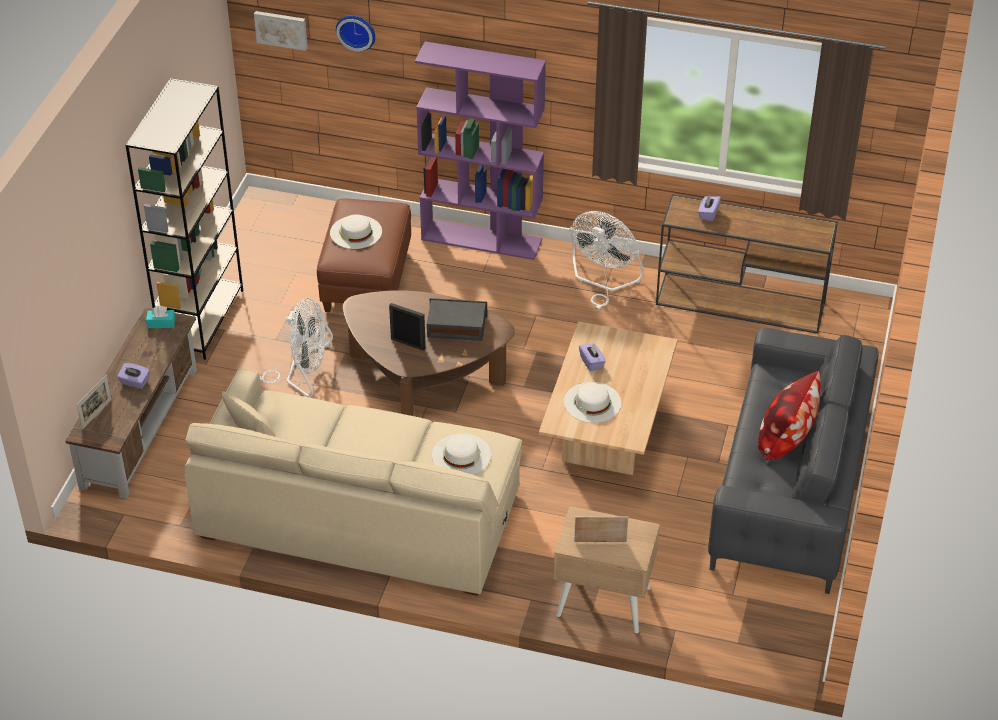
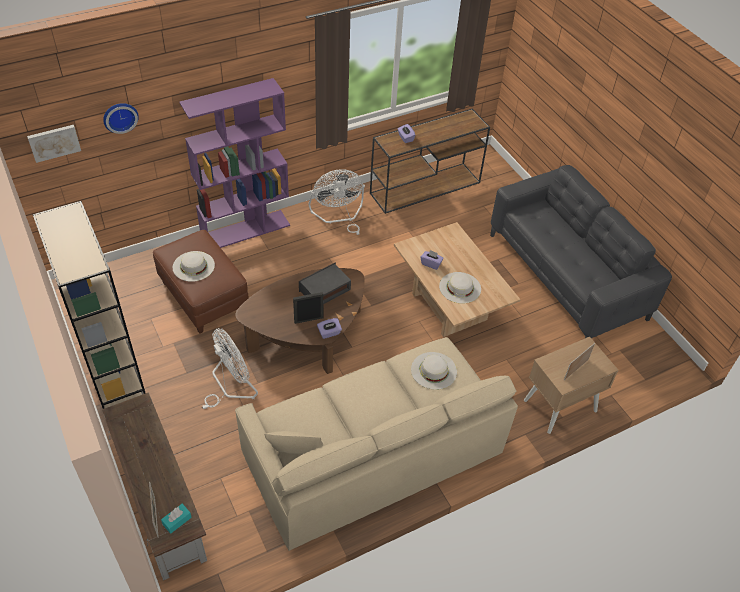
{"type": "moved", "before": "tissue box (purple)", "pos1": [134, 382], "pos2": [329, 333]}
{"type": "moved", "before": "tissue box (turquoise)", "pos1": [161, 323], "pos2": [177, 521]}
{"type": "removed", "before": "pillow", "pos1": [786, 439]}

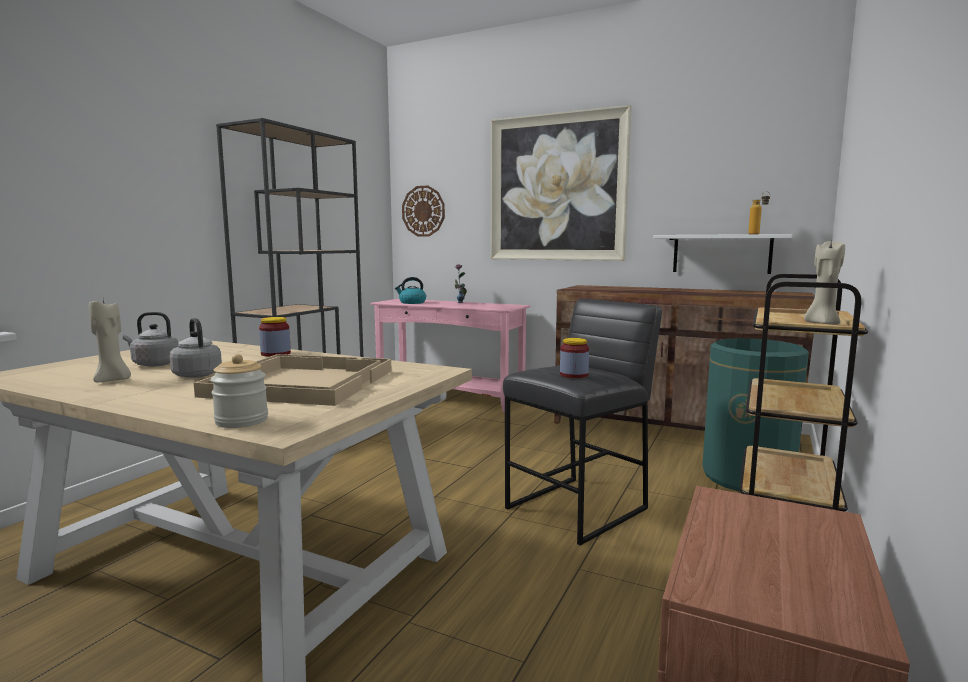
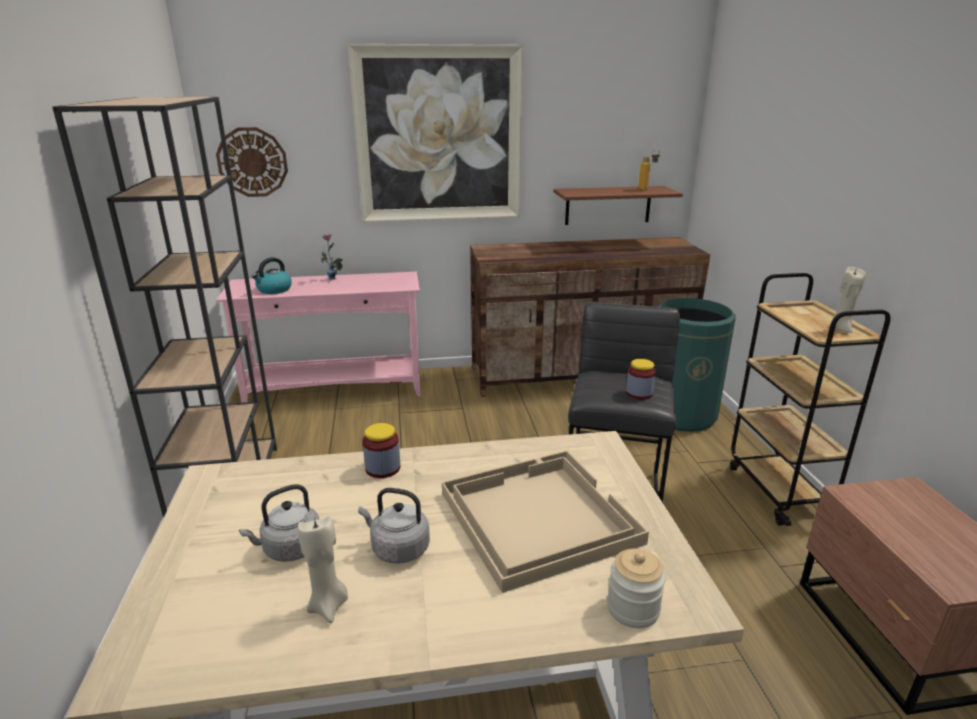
{"type": "recoloured", "before": "shelf (white)", "after": "shelf (brown)", "pos1": [721, 254], "pos2": [608, 205]}

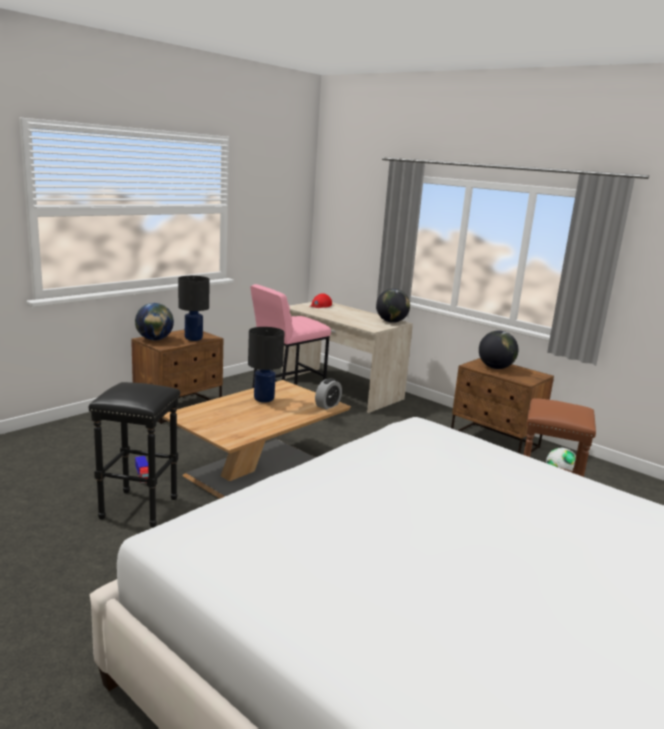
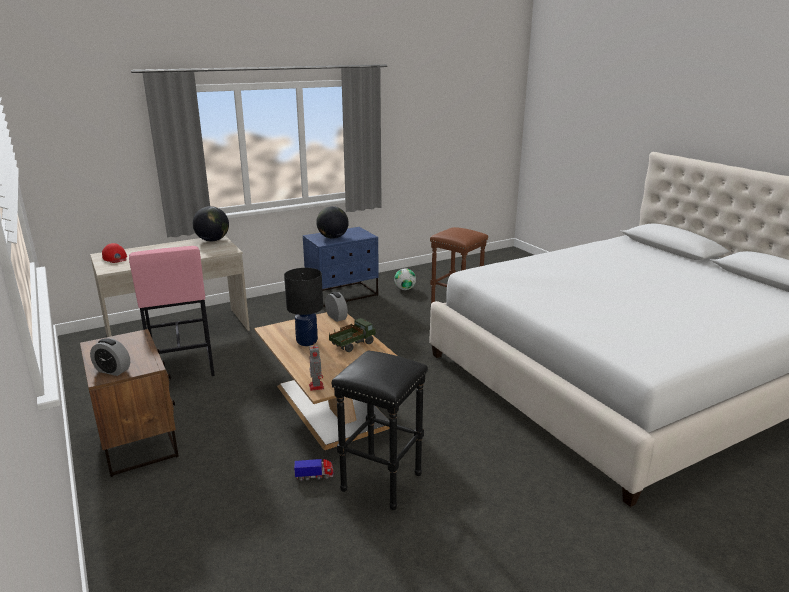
{"type": "replaced", "before": "globe", "after": "alarm clock", "pos1": [154, 339], "pos2": [112, 370]}
{"type": "removed", "before": "table lamp (black)", "pos1": [193, 339]}
{"type": "recoloured", "before": "nightstand (brown)", "after": "nightstand (blue)", "pos1": [494, 442], "pos2": [343, 295]}
{"type": "added", "after": "toy robot", "pos2": [316, 386]}
{"type": "added", "after": "toy truck", "pos2": [352, 345]}

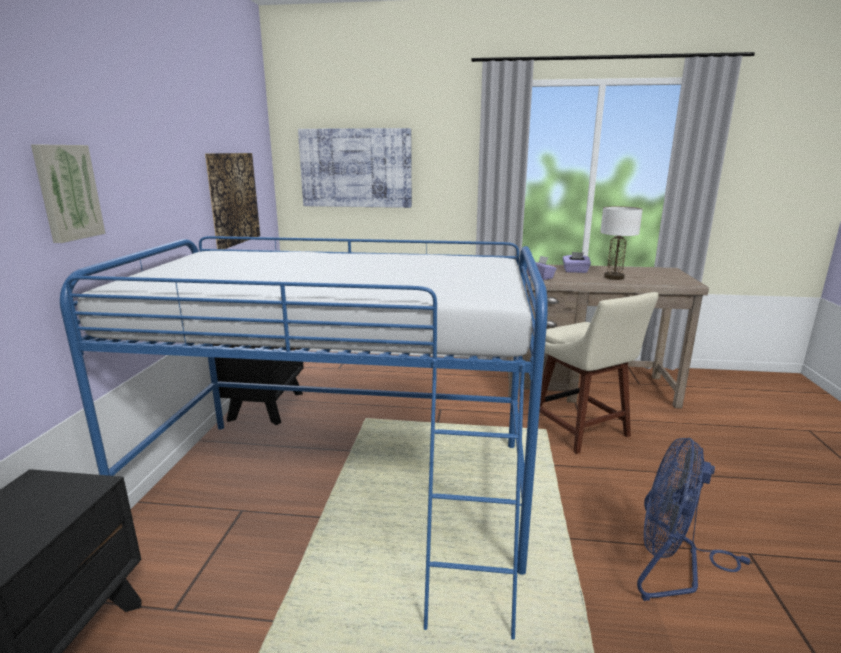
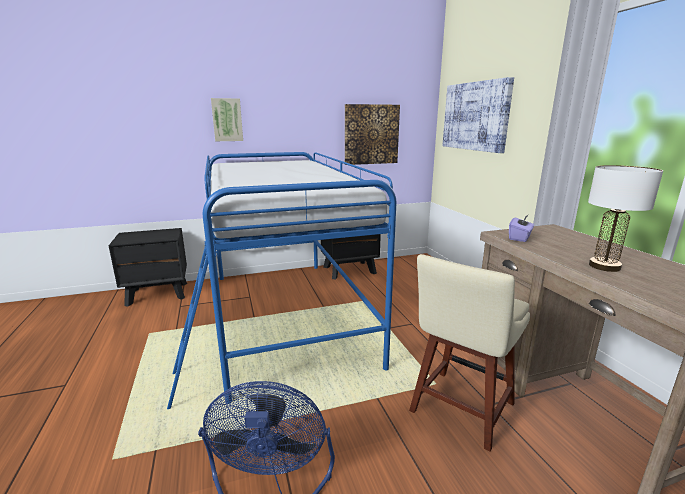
{"type": "removed", "before": "tissue box (purple)", "pos1": [575, 271]}

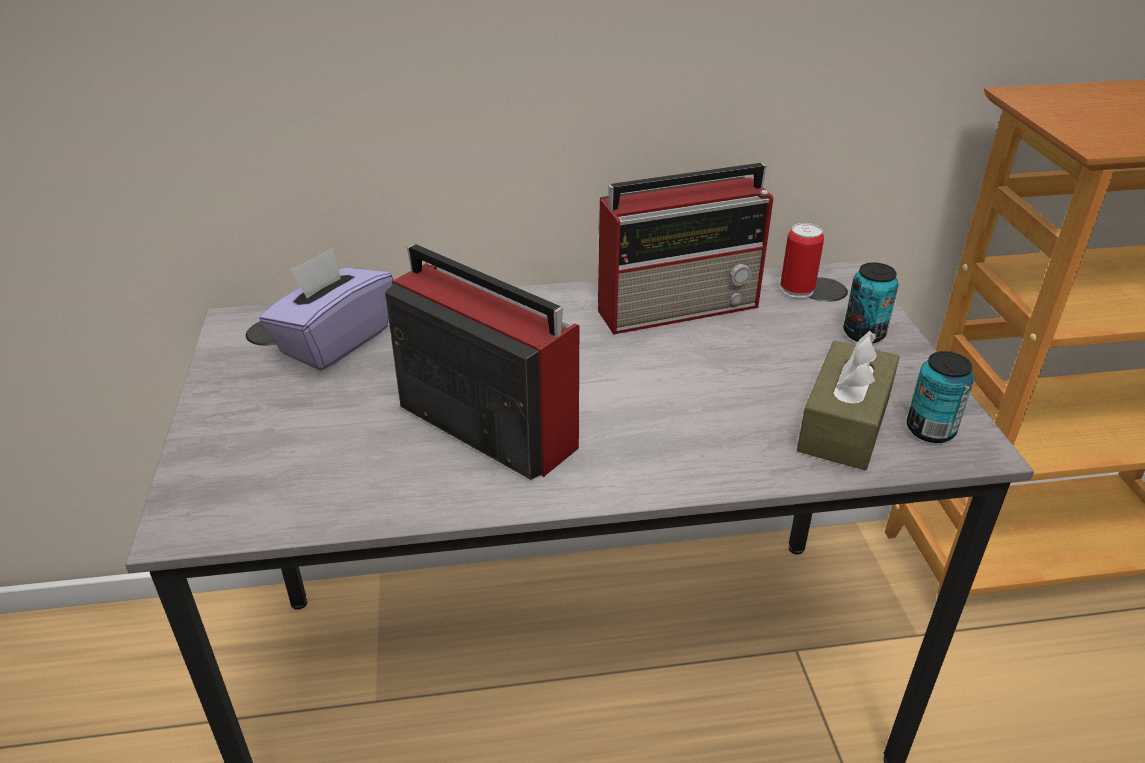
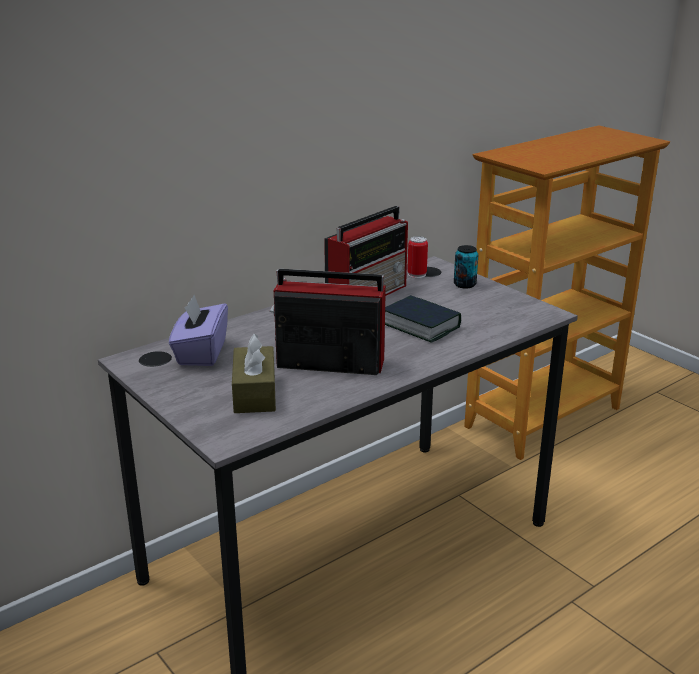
{"type": "moved", "before": "tissue box (brown)", "pos1": [844, 424], "pos2": [254, 393]}
{"type": "removed", "before": "can", "pos1": [930, 430]}
{"type": "added", "after": "book", "pos2": [420, 325]}

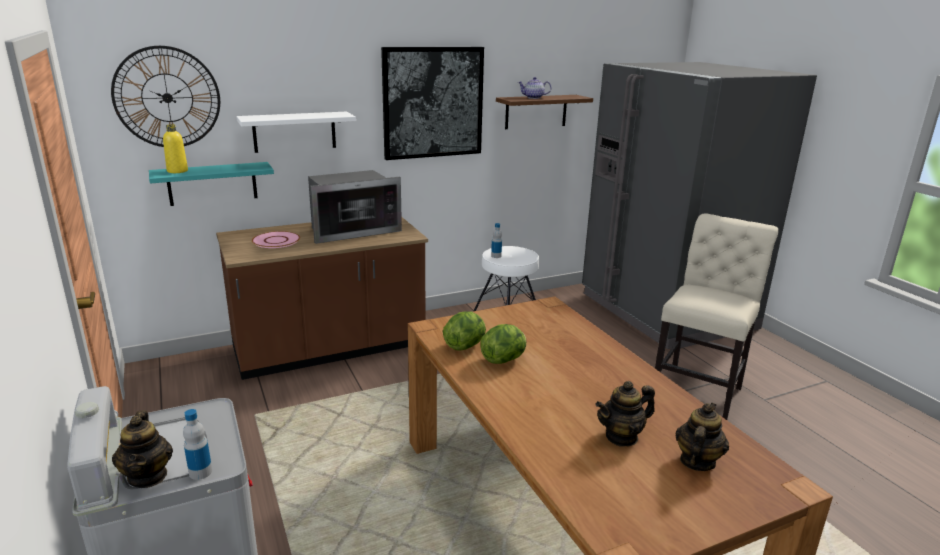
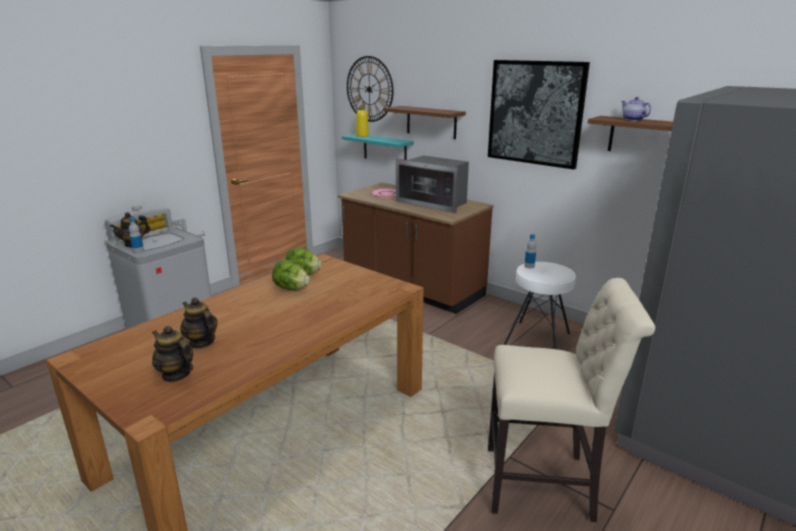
{"type": "recoloured", "before": "shelf (white)", "after": "shelf (brown)", "pos1": [294, 132], "pos2": [431, 122]}
{"type": "turned", "before": "teapot", "pos1": [697, 461], "pos2": [176, 374], "turn": -150}

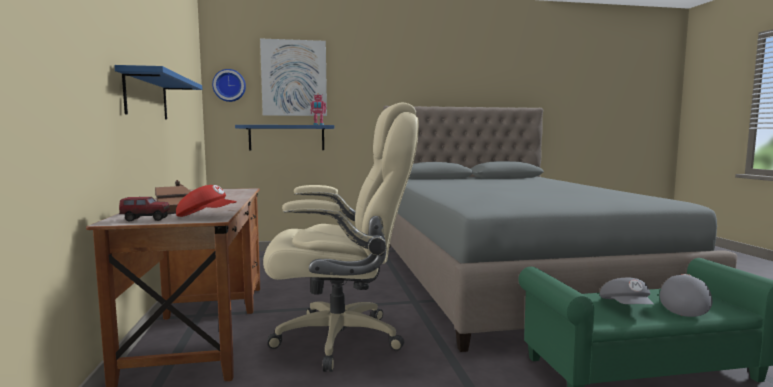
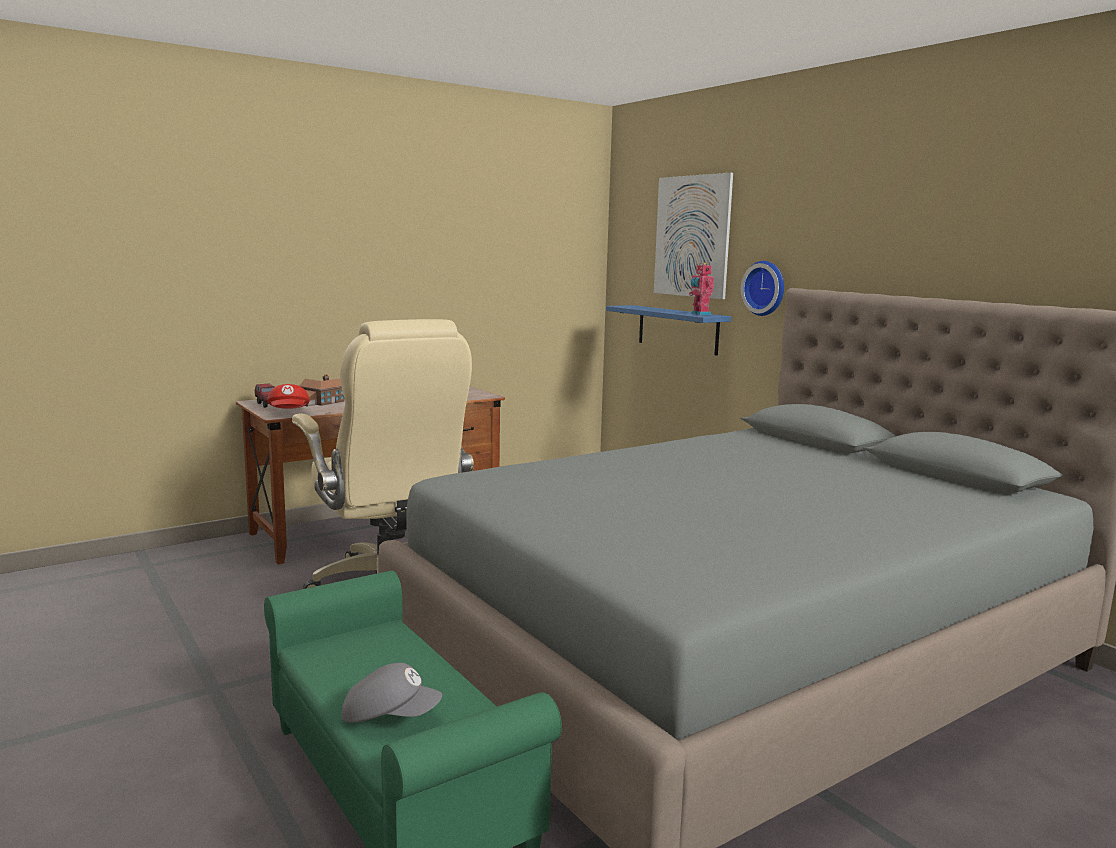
{"type": "removed", "before": "shelf (blue)", "pos1": [146, 96]}
{"type": "moved", "before": "wall clock", "pos1": [229, 85], "pos2": [766, 288]}
{"type": "removed", "before": "cap (grey)", "pos1": [626, 307]}

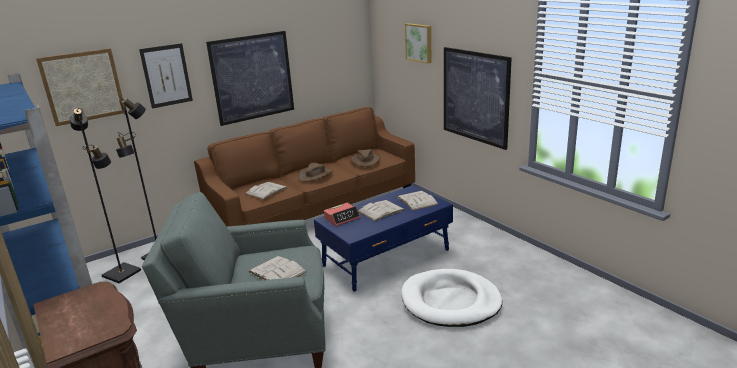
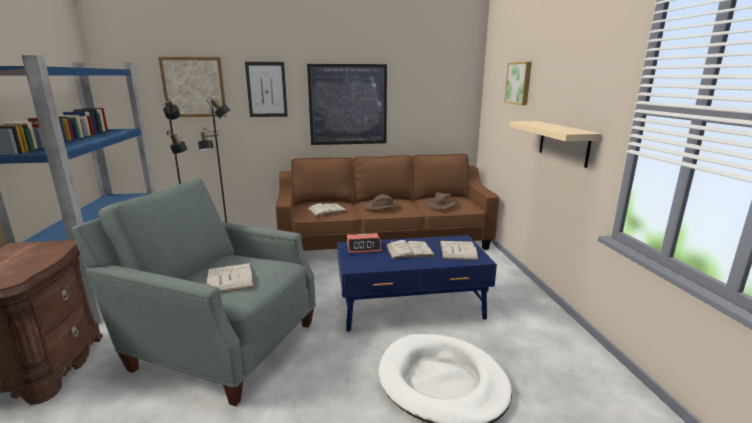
{"type": "replaced", "before": "picture", "after": "shelf (beige)", "pos1": [475, 96], "pos2": [563, 143]}

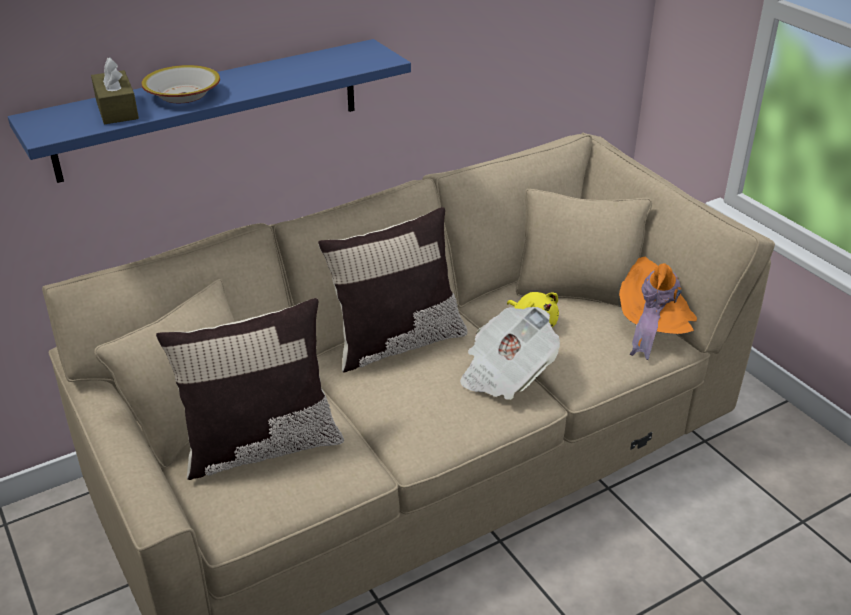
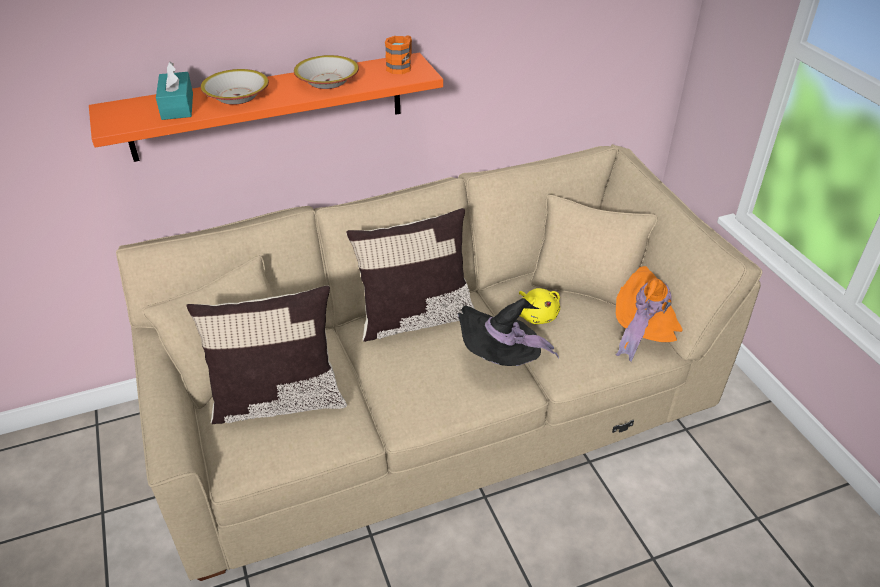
{"type": "recoloured", "before": "shelf (blue)", "after": "shelf (orange)", "pos1": [210, 109], "pos2": [268, 107]}
{"type": "recoloured", "before": "tissue box (brown)", "after": "tissue box (turquoise)", "pos1": [117, 109], "pos2": [177, 106]}
{"type": "replaced", "before": "newspaper", "after": "hat (black)", "pos1": [506, 373], "pos2": [501, 359]}
{"type": "added", "after": "bowl", "pos2": [327, 81]}
{"type": "added", "after": "mug (orange)", "pos2": [401, 66]}

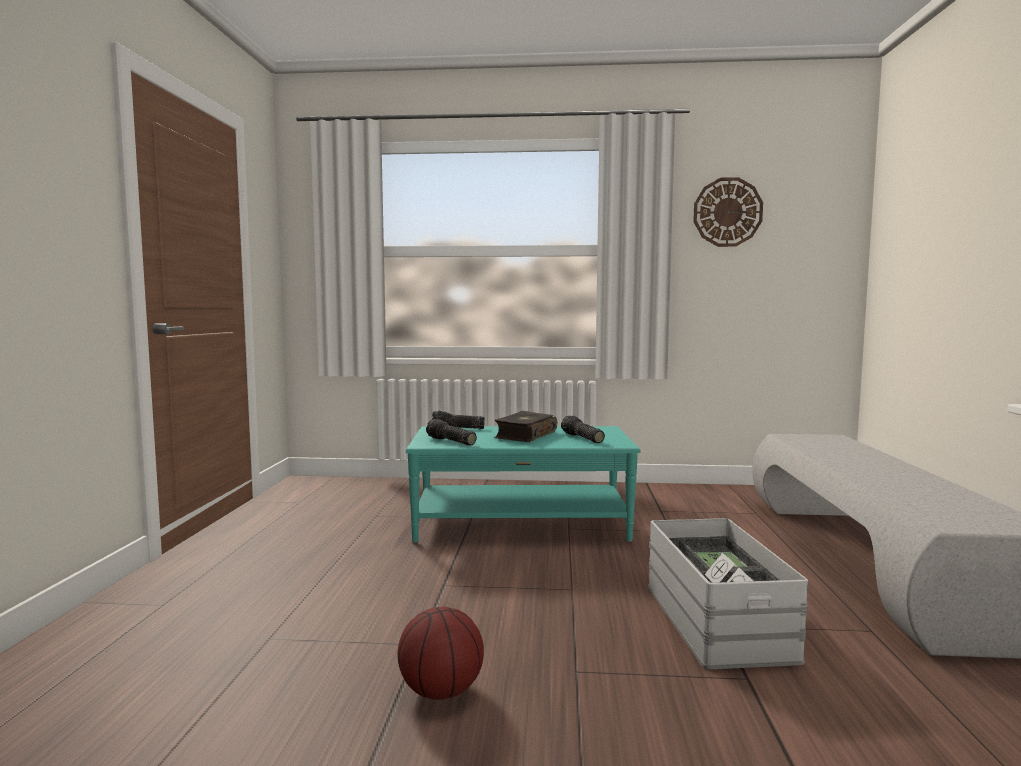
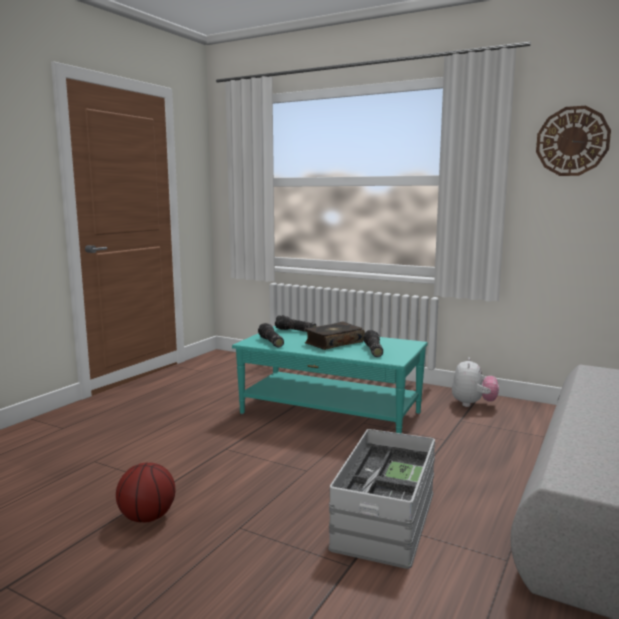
{"type": "added", "after": "plush toy", "pos2": [473, 404]}

